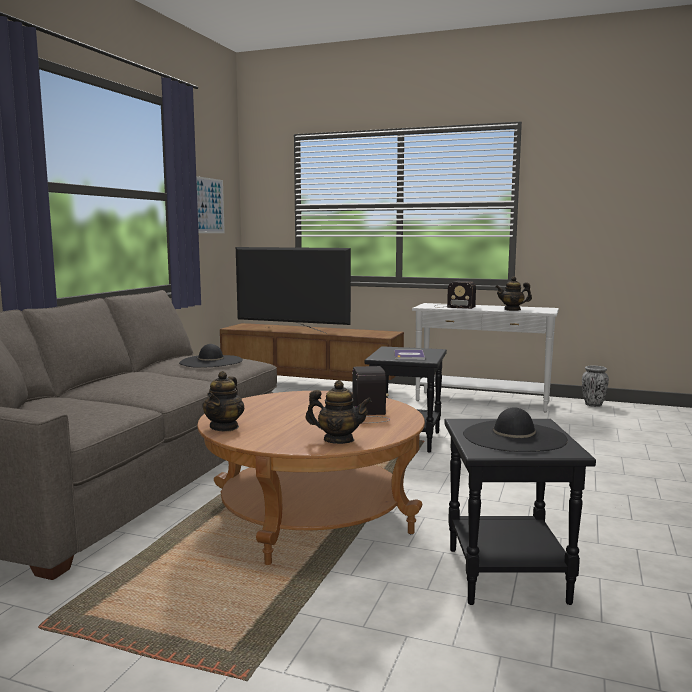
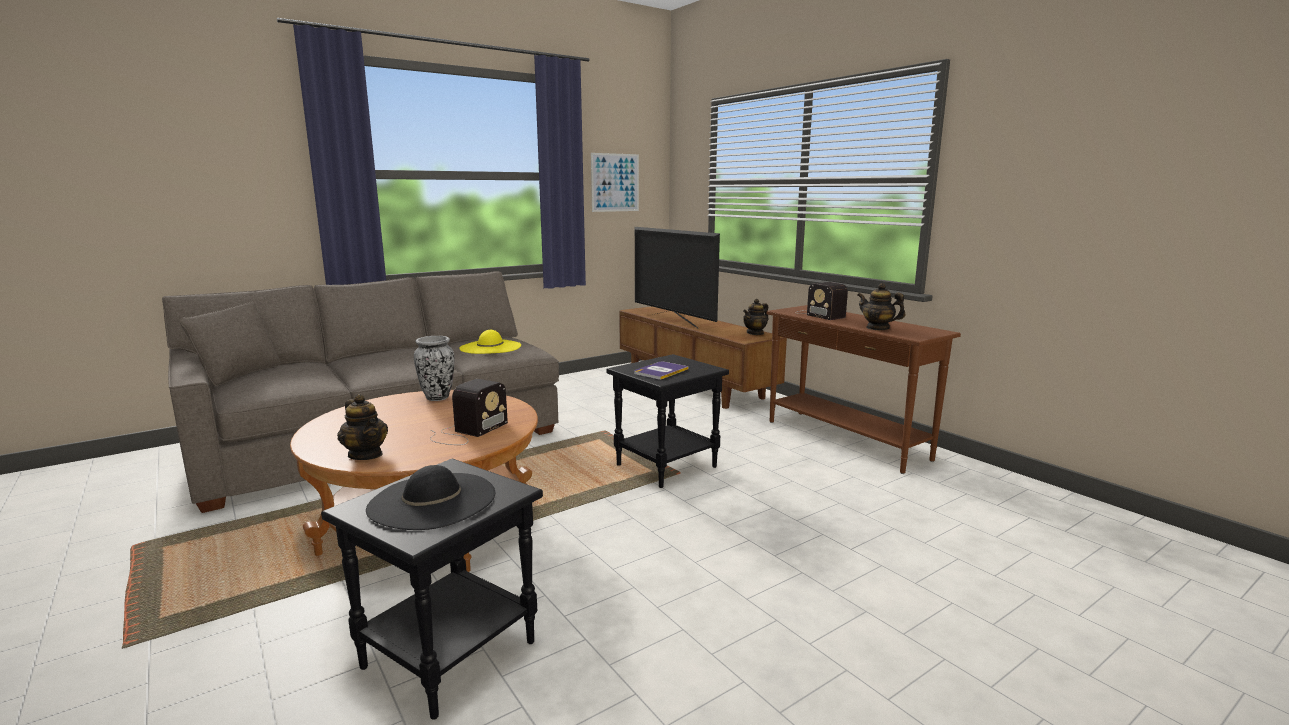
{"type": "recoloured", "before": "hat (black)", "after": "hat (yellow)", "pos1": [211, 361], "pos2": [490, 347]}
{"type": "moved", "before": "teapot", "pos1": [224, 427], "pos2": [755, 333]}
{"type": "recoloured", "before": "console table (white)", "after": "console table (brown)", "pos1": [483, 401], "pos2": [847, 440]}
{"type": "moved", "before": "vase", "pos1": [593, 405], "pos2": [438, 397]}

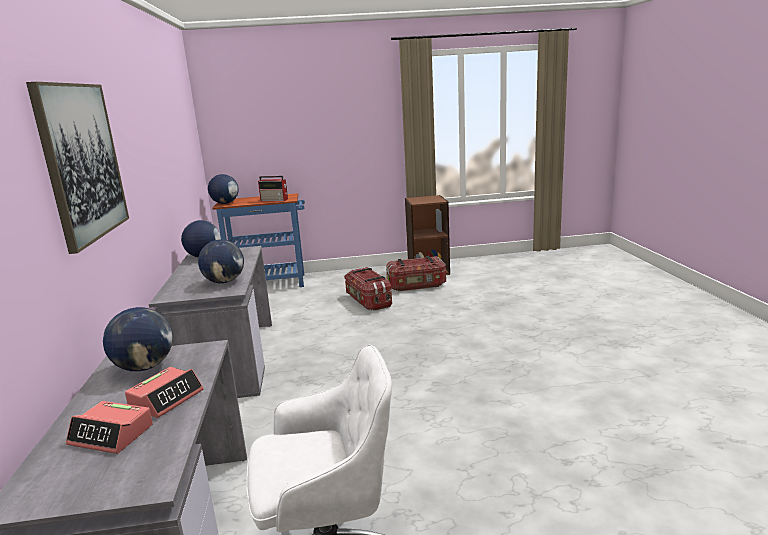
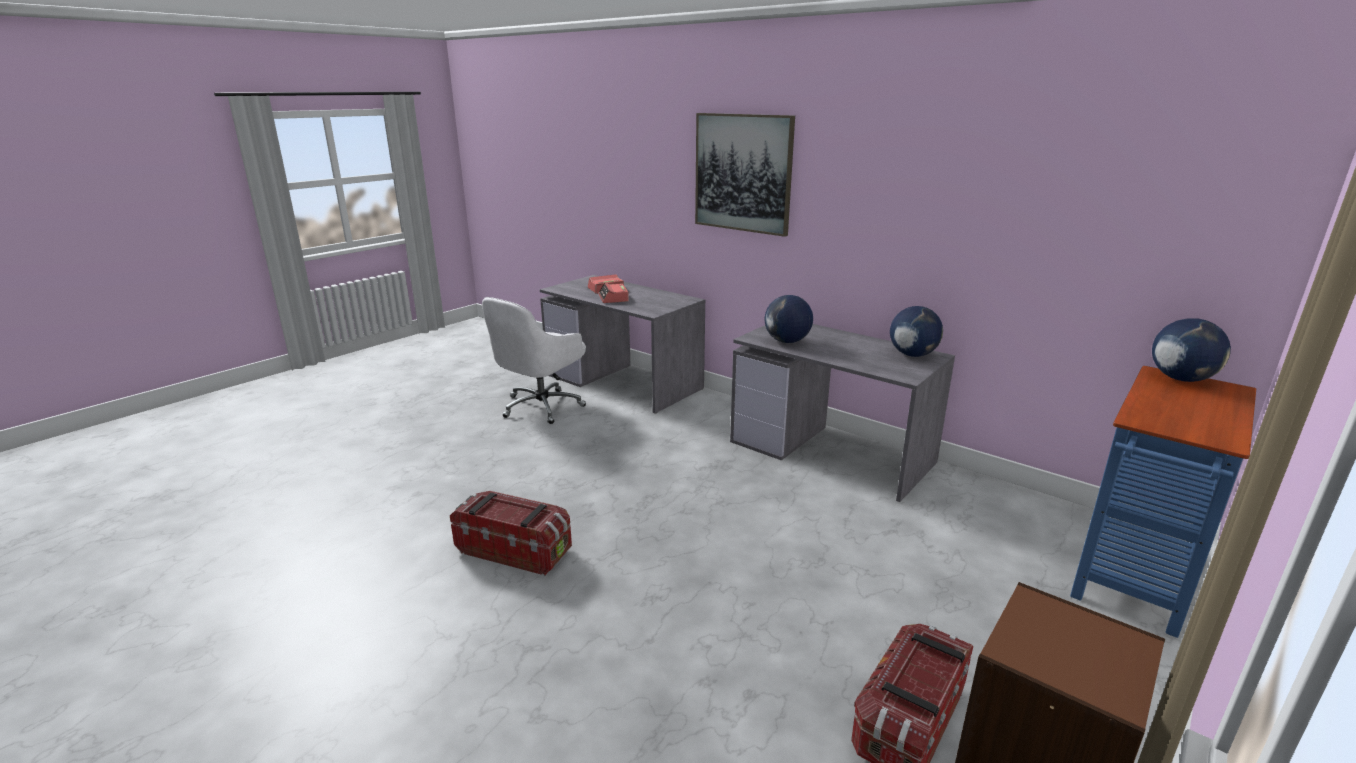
{"type": "removed", "before": "globe", "pos1": [145, 367]}
{"type": "removed", "before": "radio", "pos1": [275, 200]}
{"type": "moved", "before": "storage box", "pos1": [368, 301], "pos2": [515, 550]}

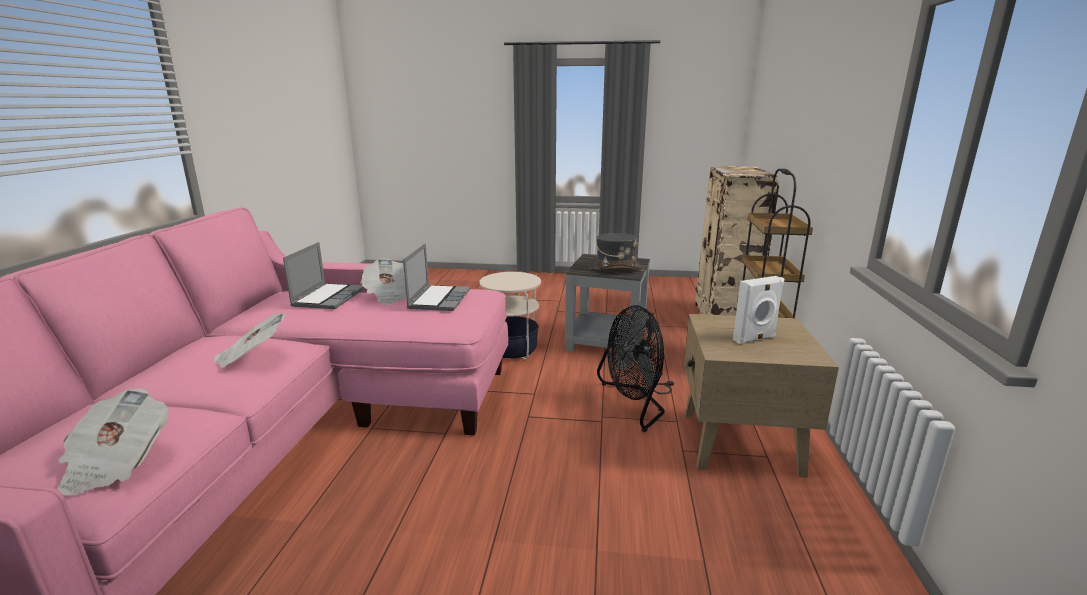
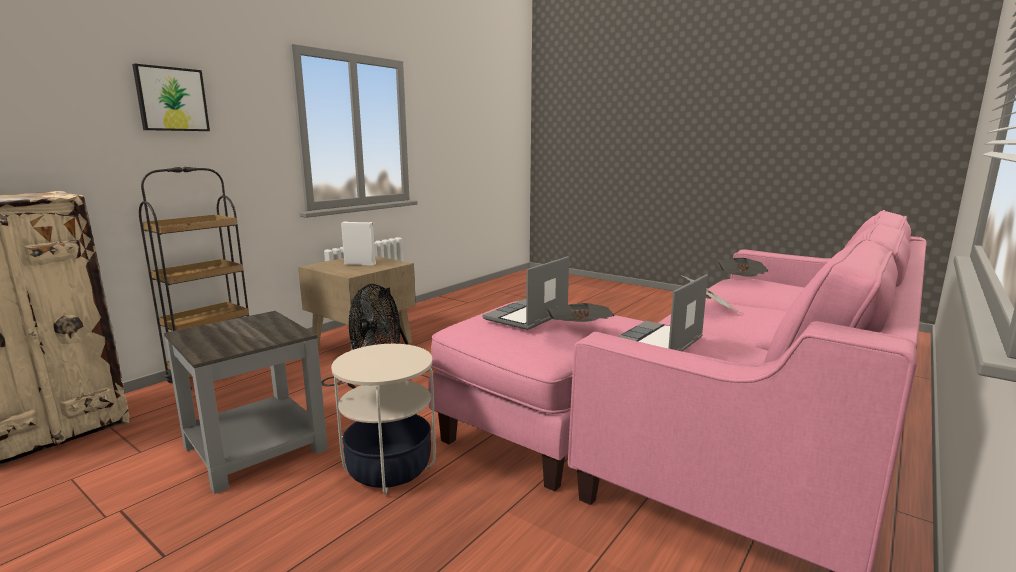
{"type": "removed", "before": "hat (grey)", "pos1": [615, 268]}
{"type": "added", "after": "picture", "pos2": [171, 99]}

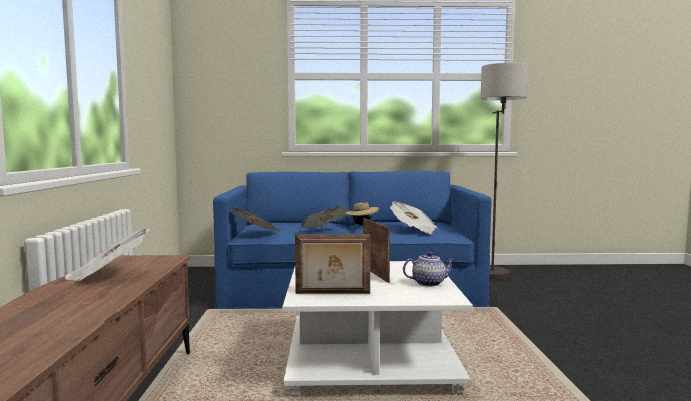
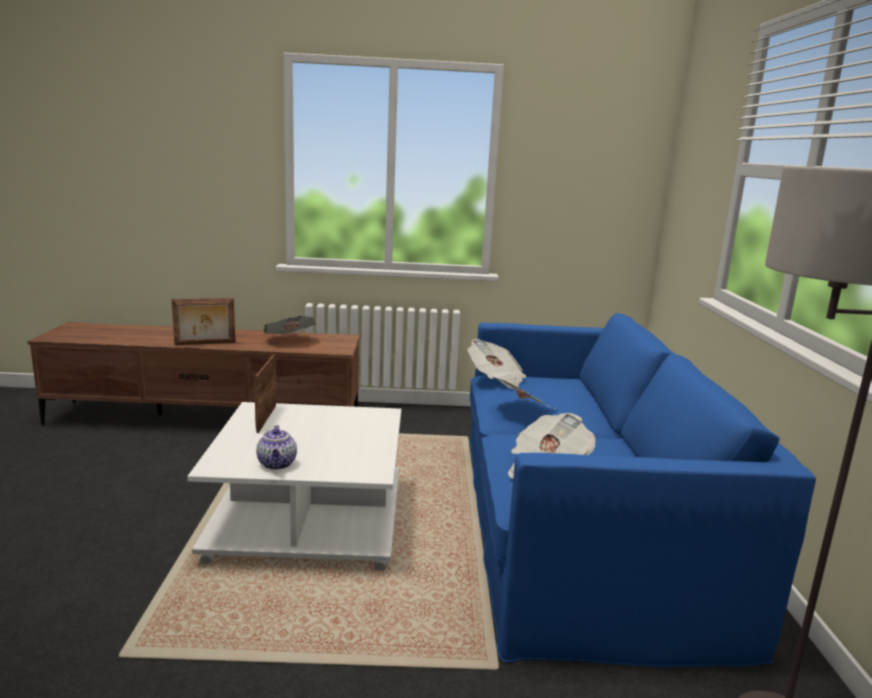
{"type": "removed", "before": "hat (beige)", "pos1": [361, 224]}
{"type": "moved", "before": "picture frame", "pos1": [376, 274], "pos2": [205, 344]}

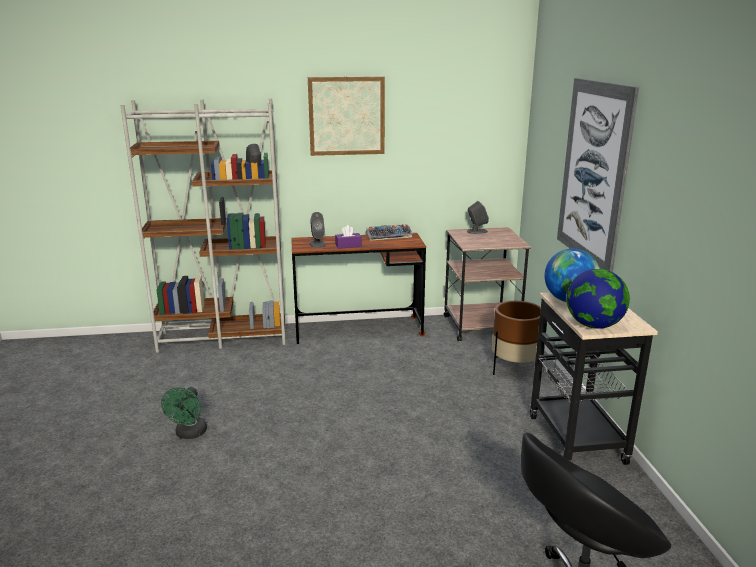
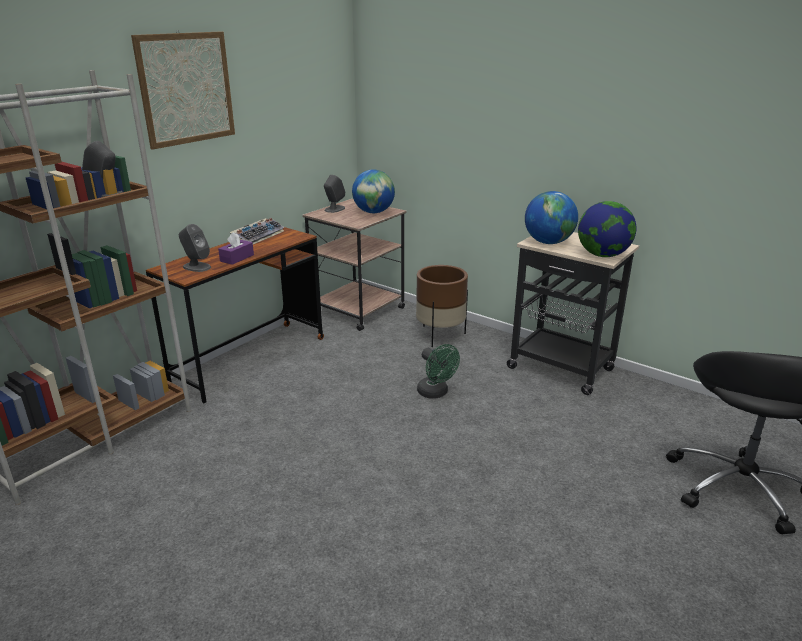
{"type": "moved", "before": "fan (green)", "pos1": [189, 434], "pos2": [436, 393]}
{"type": "removed", "before": "picture", "pos1": [593, 173]}
{"type": "added", "after": "globe", "pos2": [374, 212]}

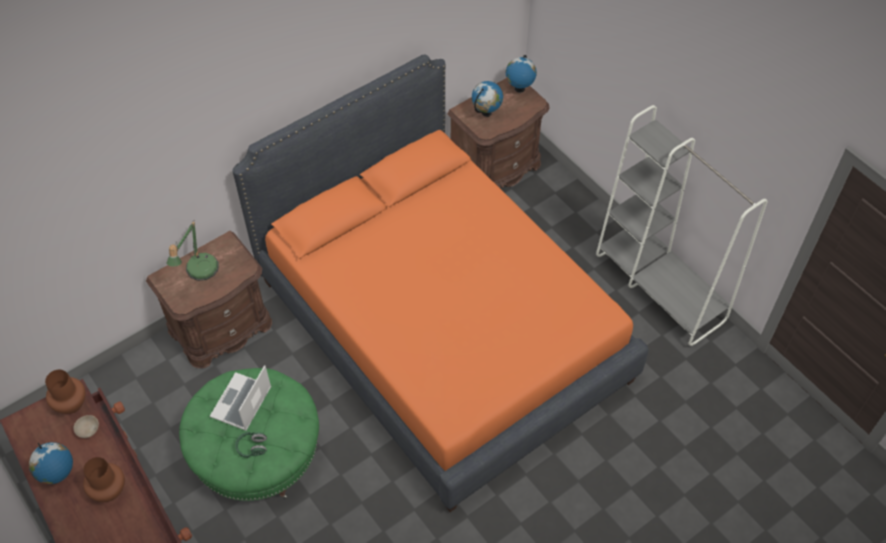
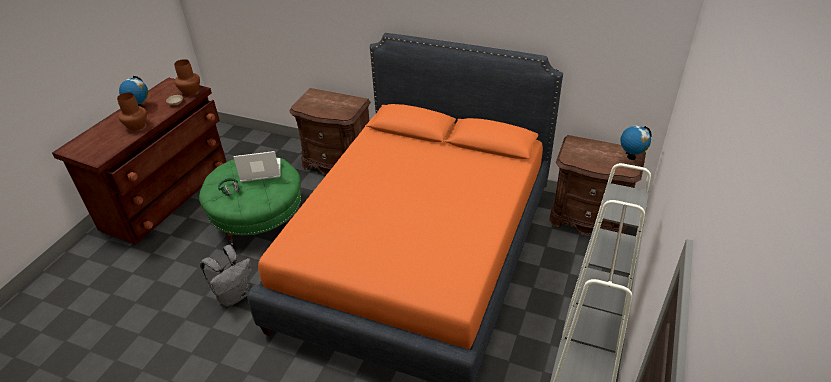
{"type": "removed", "before": "table lamp", "pos1": [199, 272]}
{"type": "removed", "before": "globe", "pos1": [486, 113]}
{"type": "added", "after": "backpack (grey)", "pos2": [234, 295]}

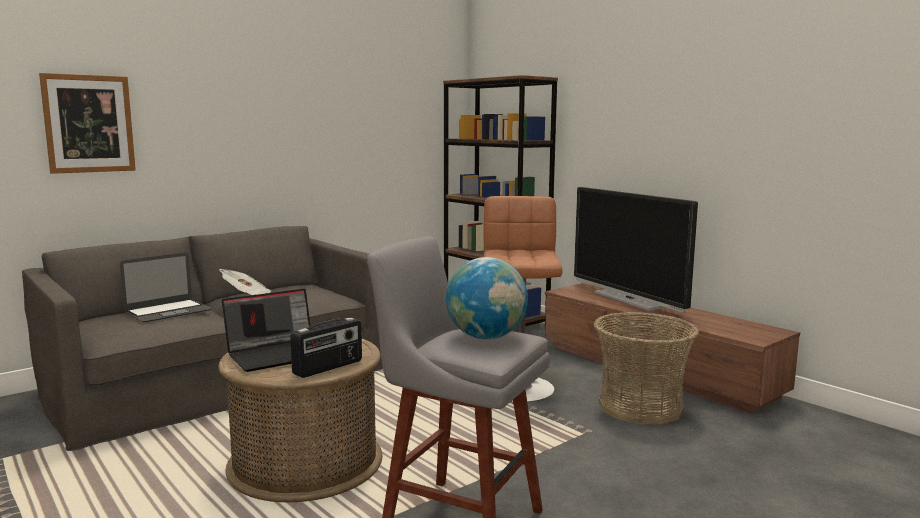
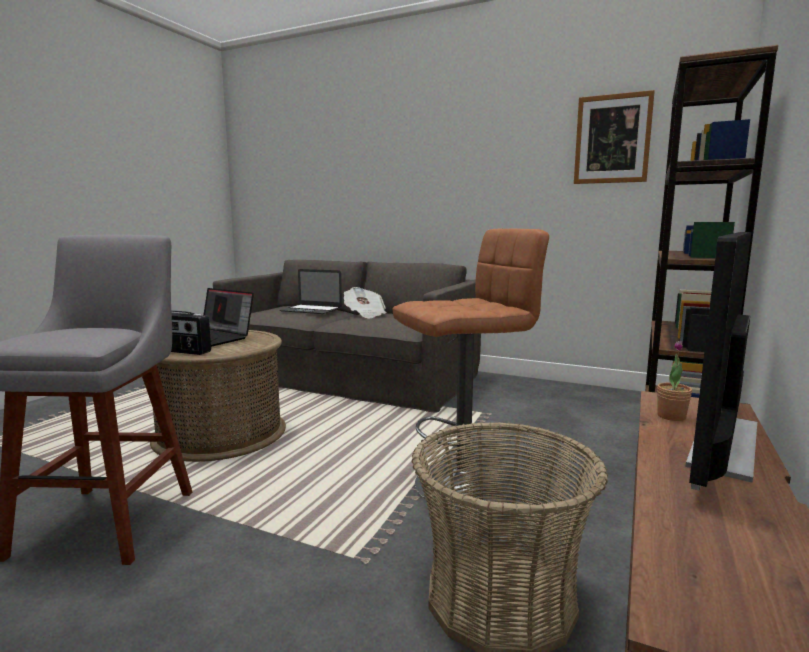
{"type": "moved", "before": "picture", "pos1": [89, 124], "pos2": [612, 139]}
{"type": "removed", "before": "globe", "pos1": [486, 337]}
{"type": "added", "after": "potted plant", "pos2": [671, 416]}

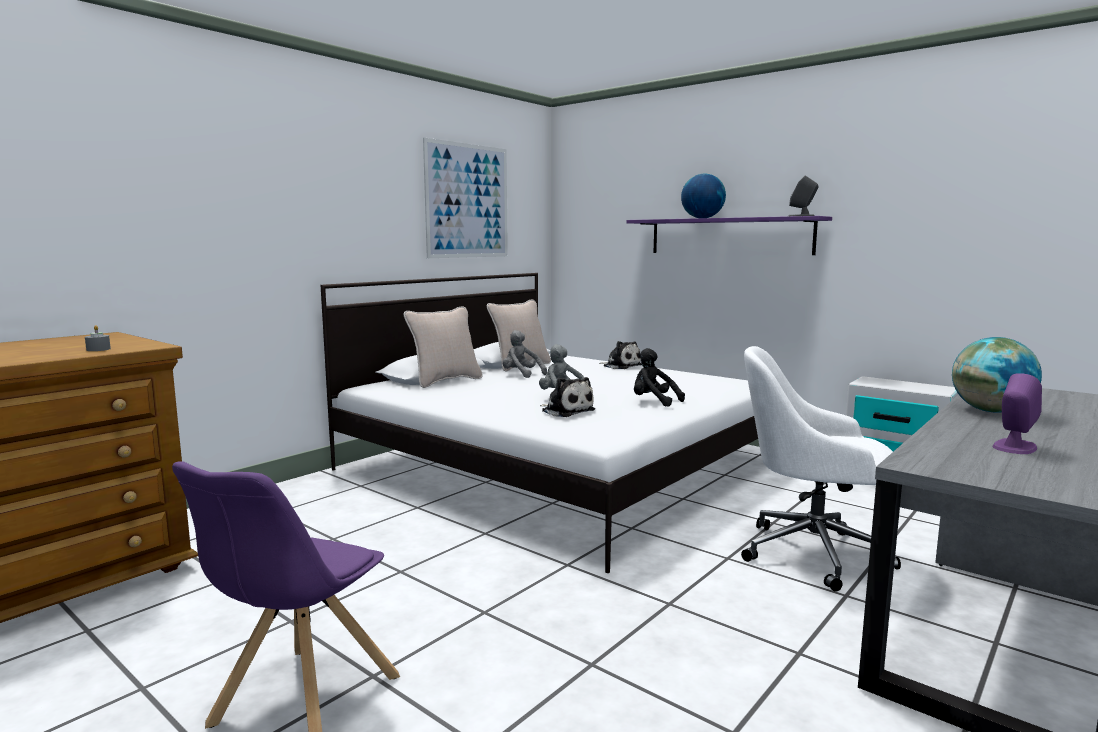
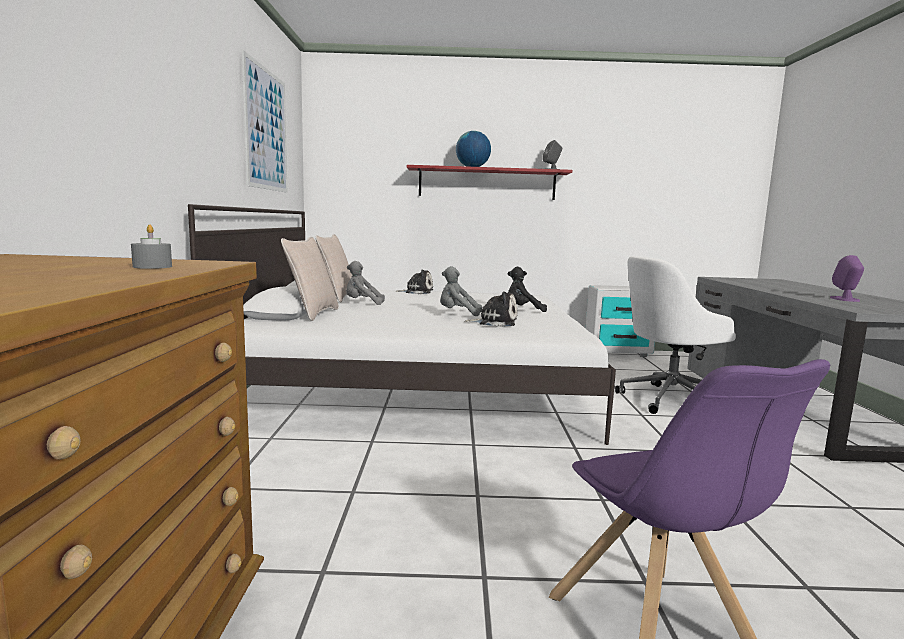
{"type": "recoloured", "before": "shelf (purple)", "after": "shelf (red)", "pos1": [729, 236], "pos2": [487, 183]}
{"type": "removed", "before": "globe", "pos1": [991, 411]}

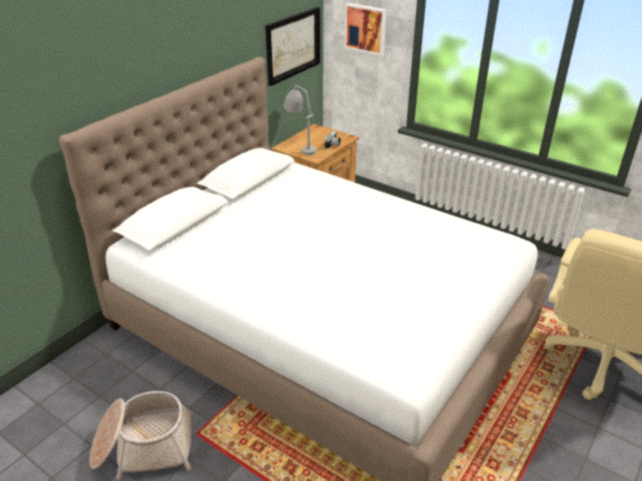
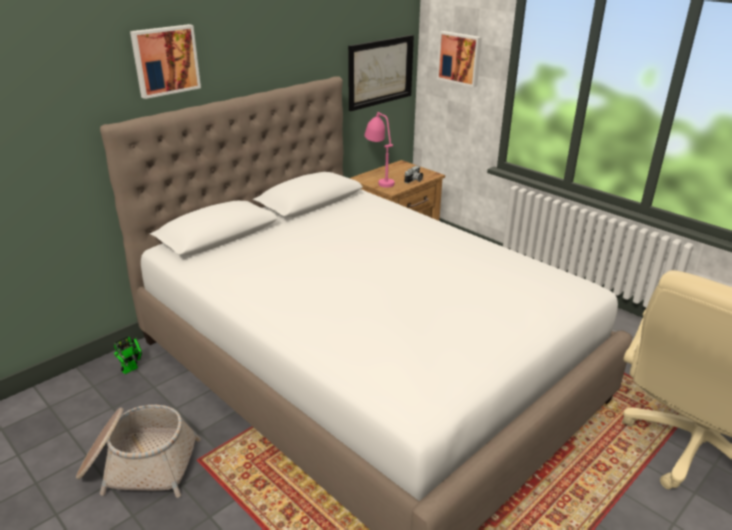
{"type": "recoloured", "before": "table lamp (grey)", "after": "table lamp (pink)", "pos1": [300, 145], "pos2": [379, 178]}
{"type": "added", "after": "toy robot", "pos2": [132, 368]}
{"type": "added", "after": "picture", "pos2": [165, 60]}

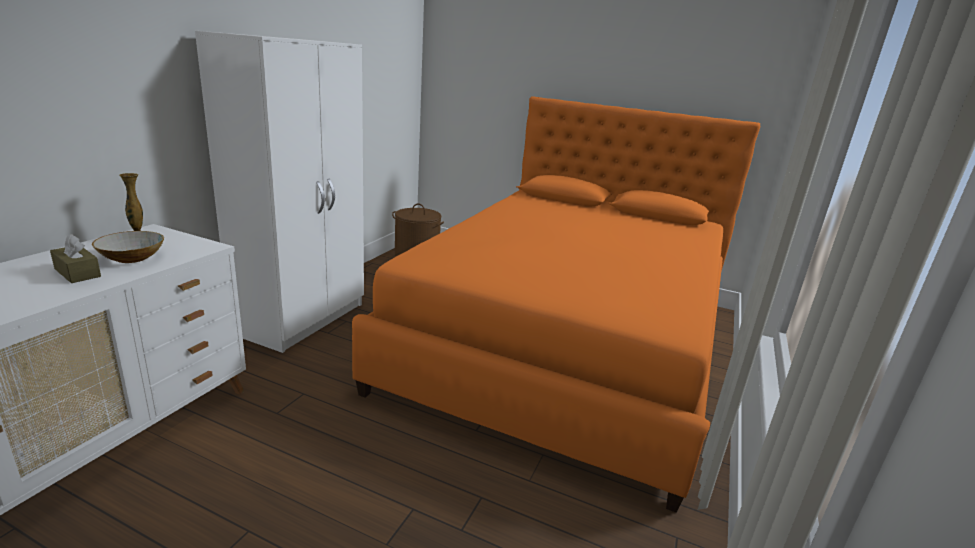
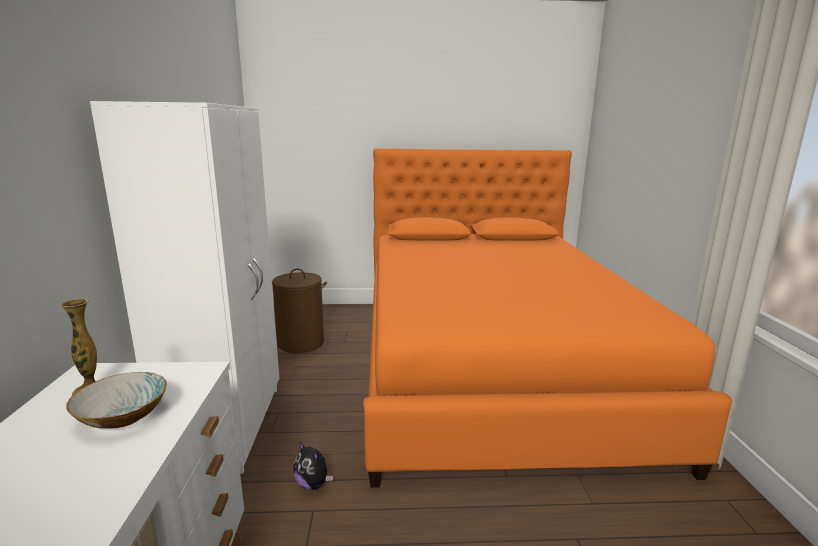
{"type": "removed", "before": "tissue box (brown)", "pos1": [77, 273]}
{"type": "added", "after": "plush toy", "pos2": [313, 484]}

